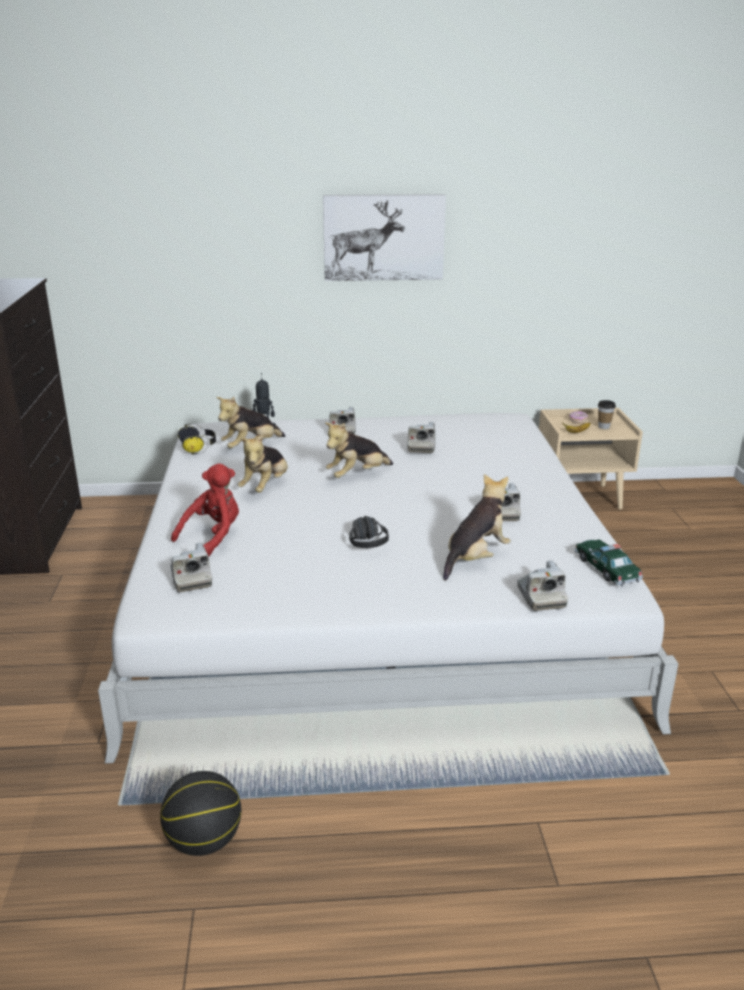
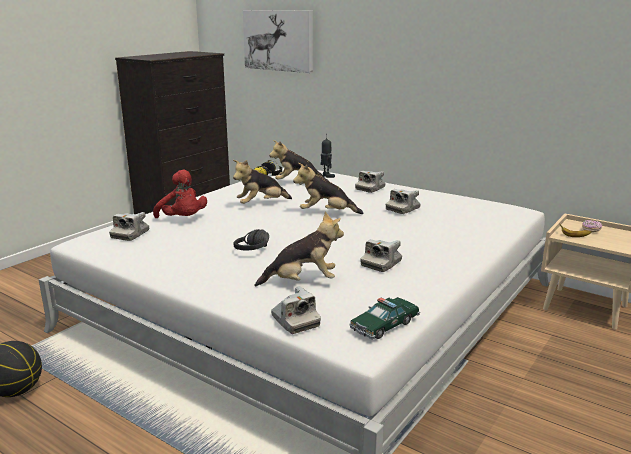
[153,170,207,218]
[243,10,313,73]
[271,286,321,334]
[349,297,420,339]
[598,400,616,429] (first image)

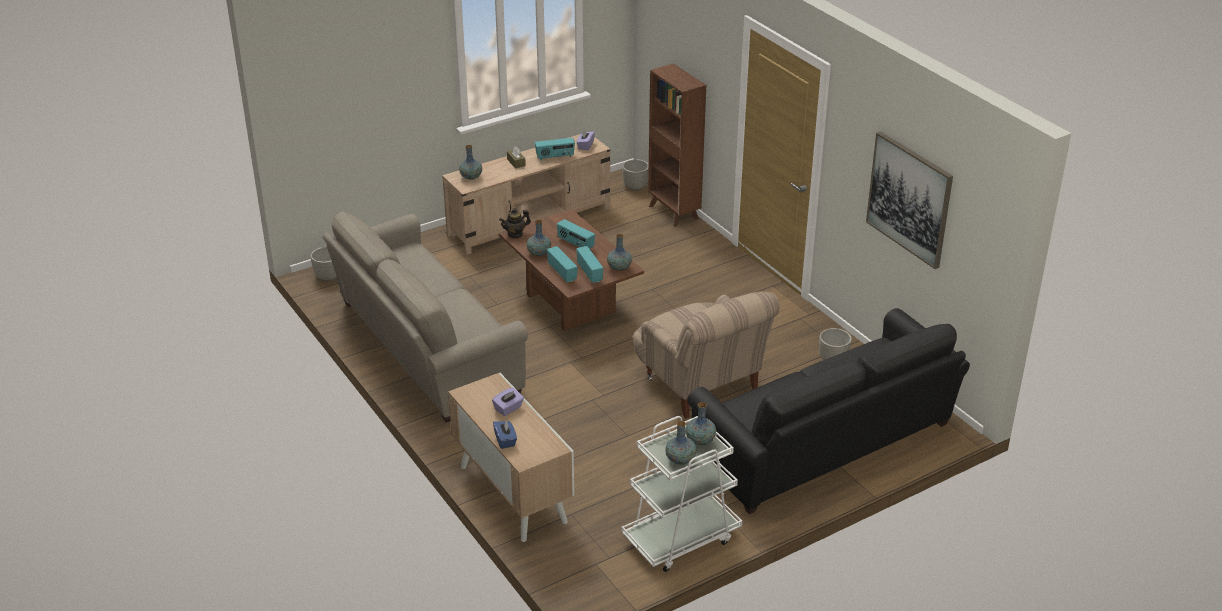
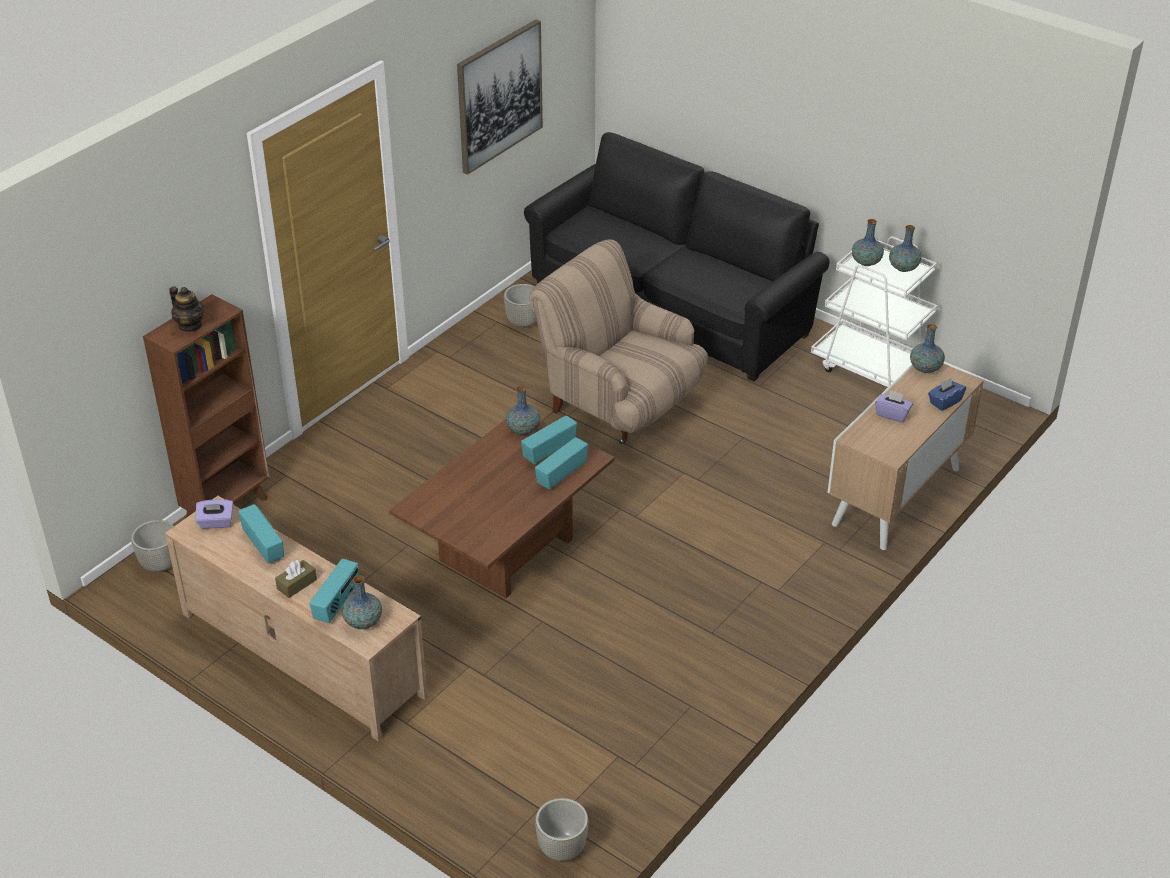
[323,212,528,422] (first image)
[169,286,204,332]
[910,324,945,373]
[309,559,359,623]
[529,239,708,444]

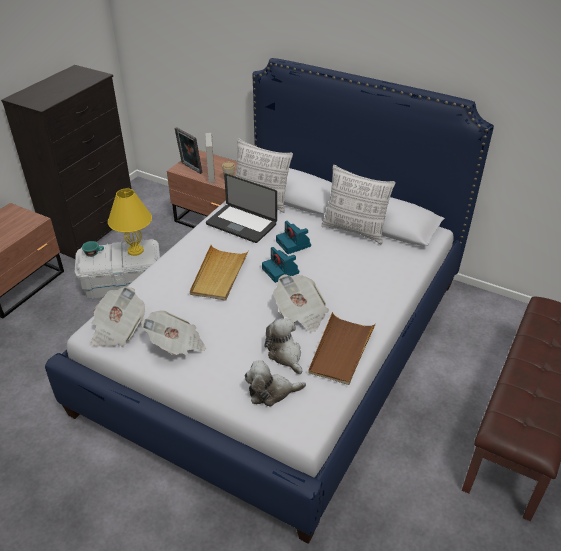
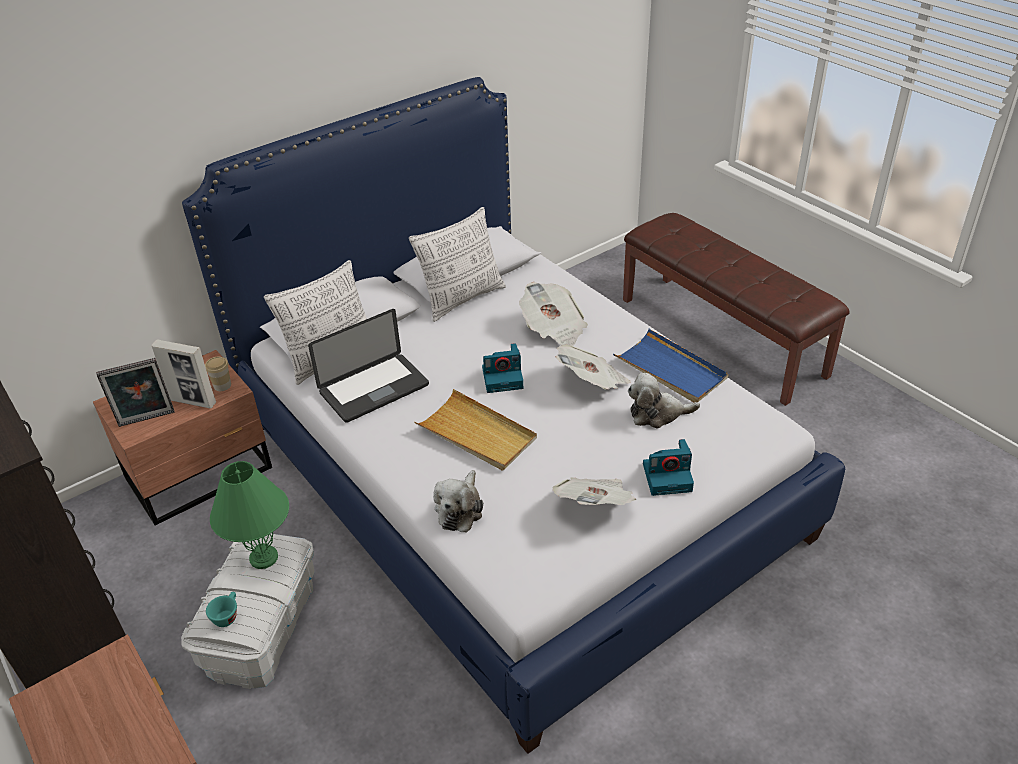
[519,282,588,346]
[210,461,289,569]
[433,470,483,533]
[643,439,694,496]
[613,329,728,402]

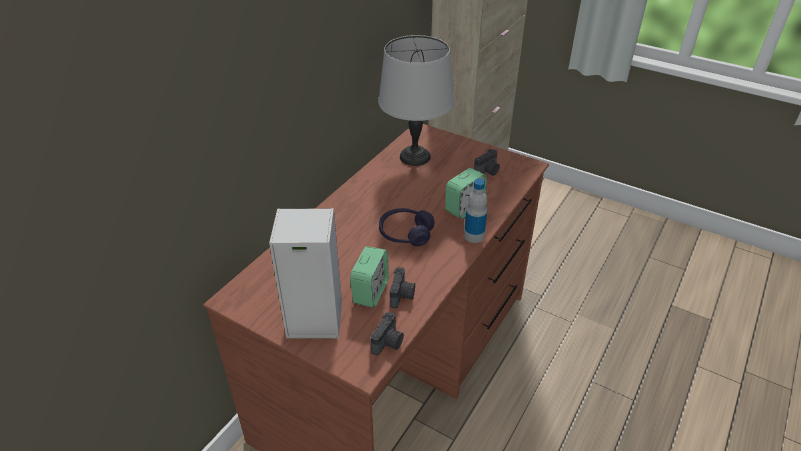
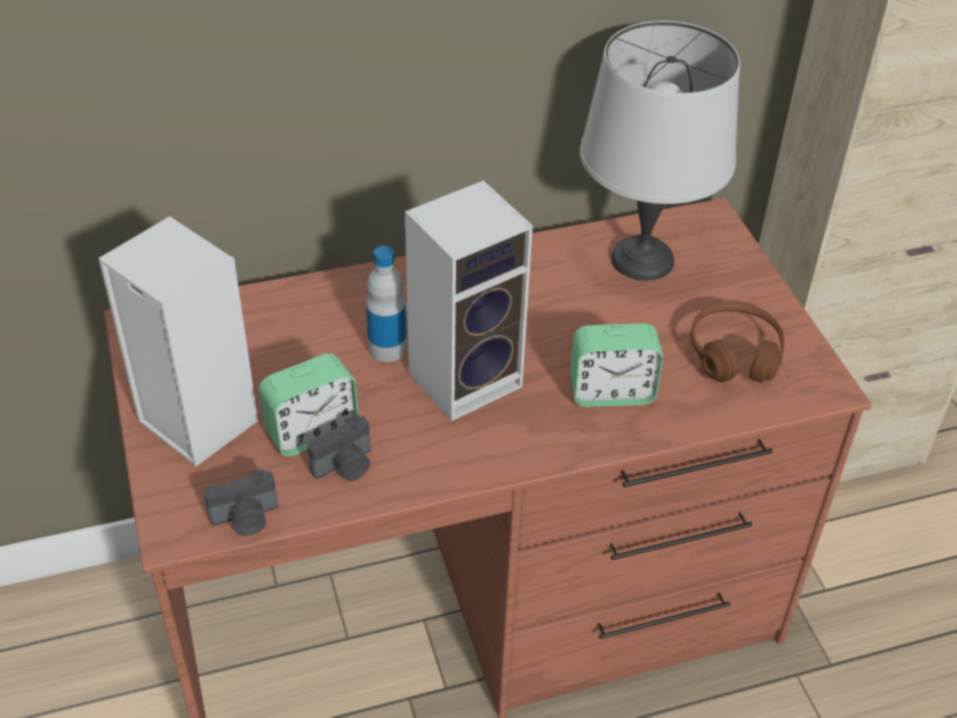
[405,180,533,421]
[366,246,407,362]
[690,300,784,383]

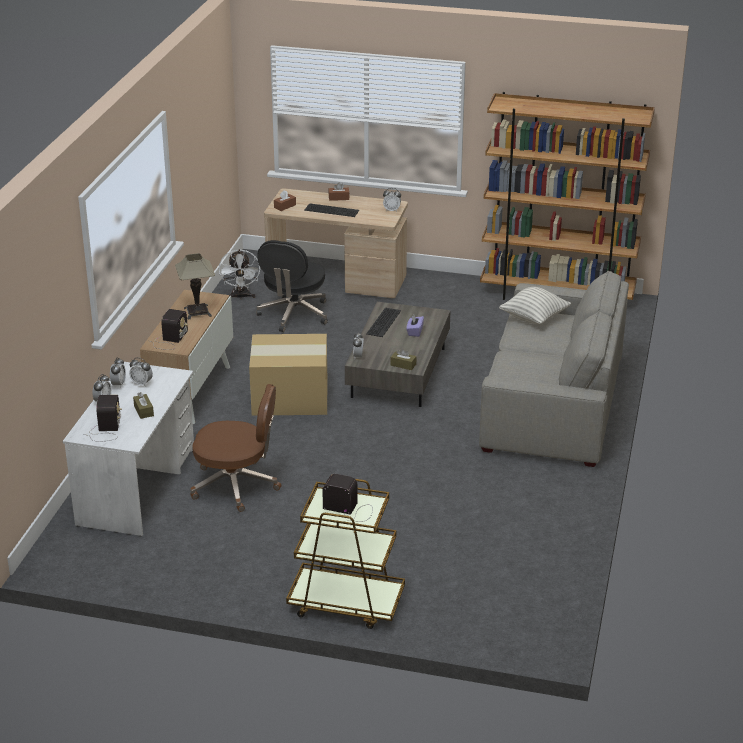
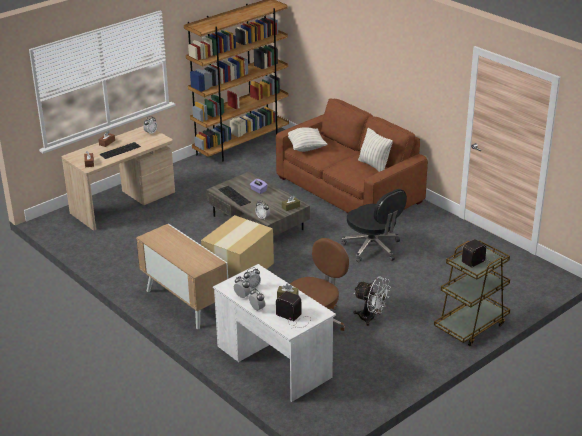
[150,309,188,350] (first image)
[175,253,215,320] (first image)
[354,276,391,326]
[341,189,407,262]
[276,99,428,213]
[358,128,393,172]

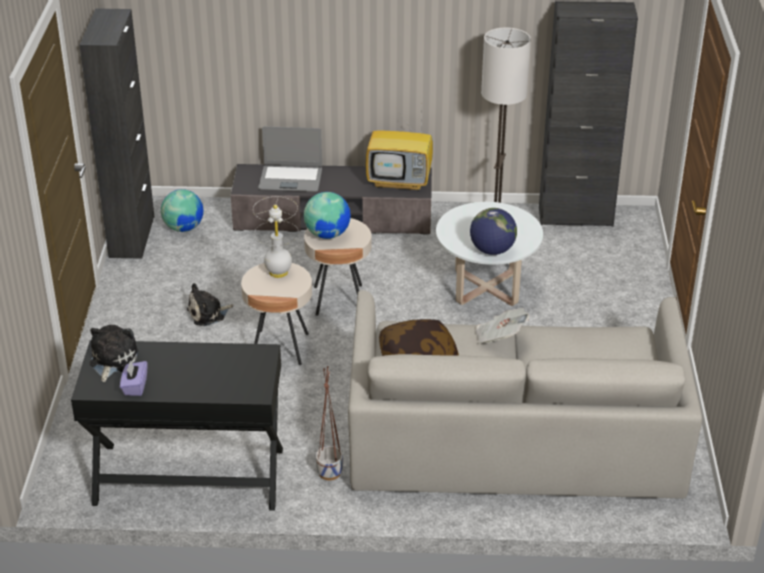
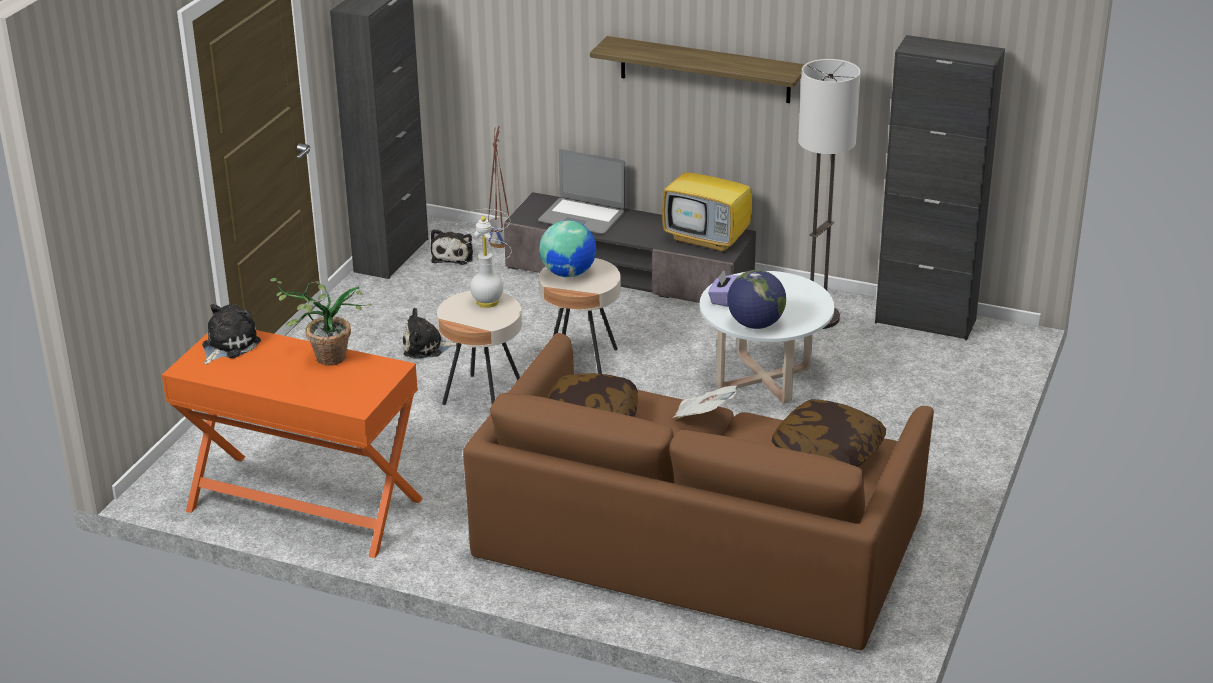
[162,330,423,558]
[708,270,740,307]
[431,229,473,265]
[488,126,509,248]
[463,333,934,650]
[270,278,372,366]
[590,36,805,103]
[772,399,886,467]

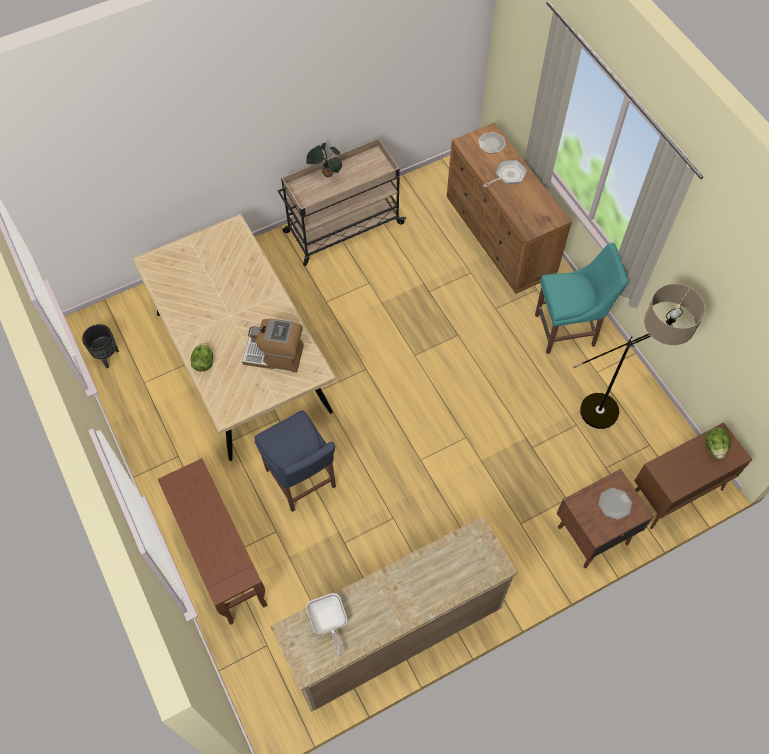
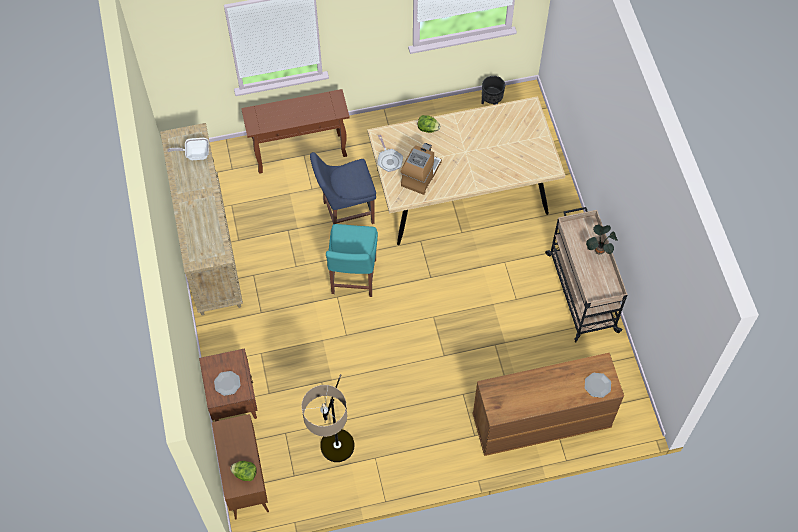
[377,135,403,172]
[326,224,378,297]

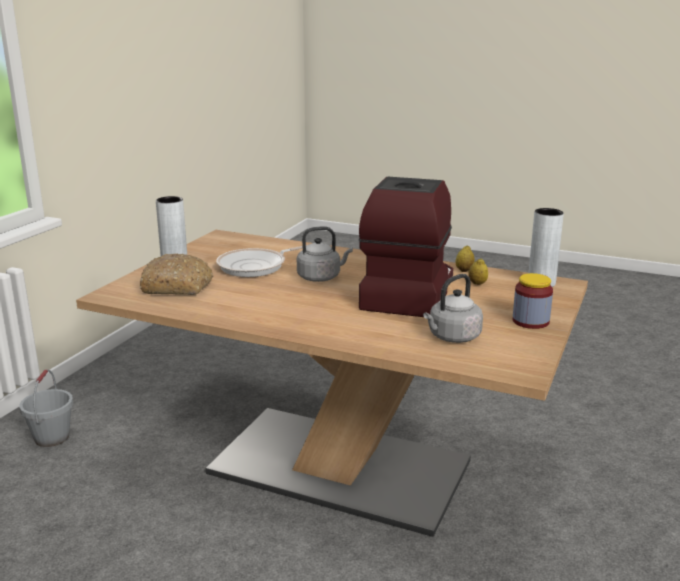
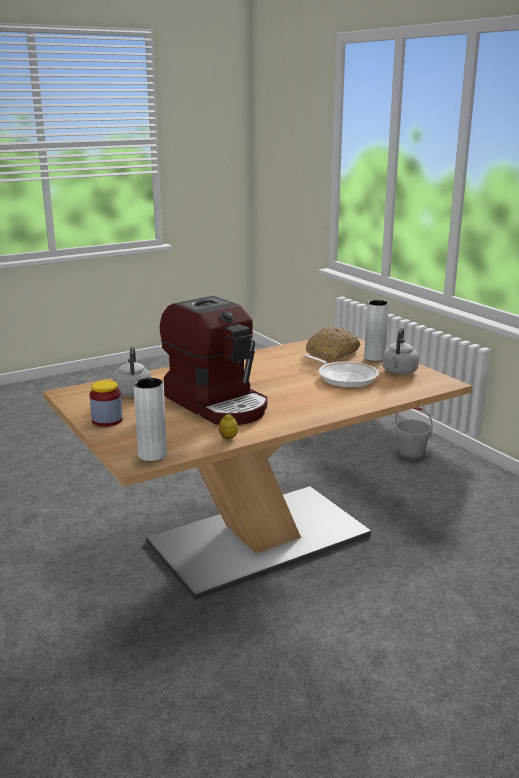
[304,355,379,387]
[382,328,419,374]
[468,258,488,285] (first image)

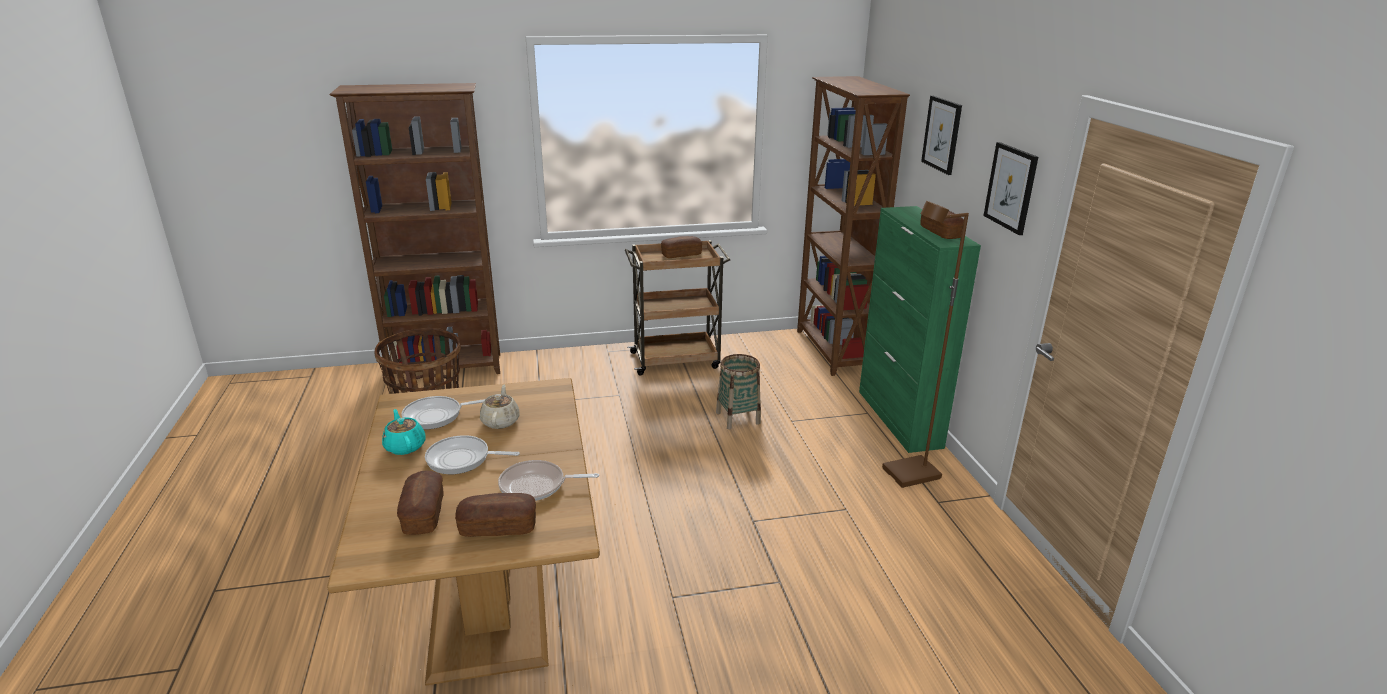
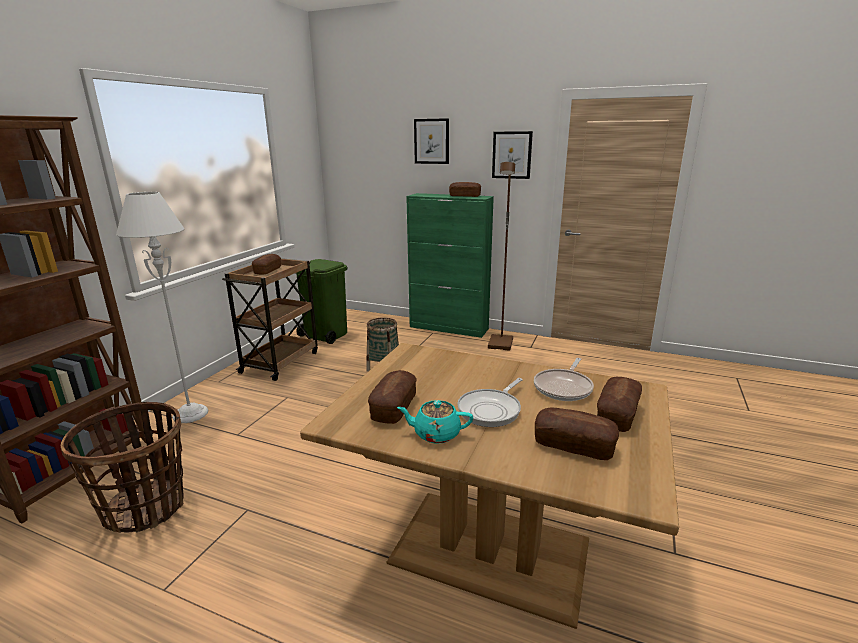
[368,370,417,424]
[480,385,520,429] (first image)
[797,76,910,376] (first image)
[116,192,208,423]
[296,259,347,344]

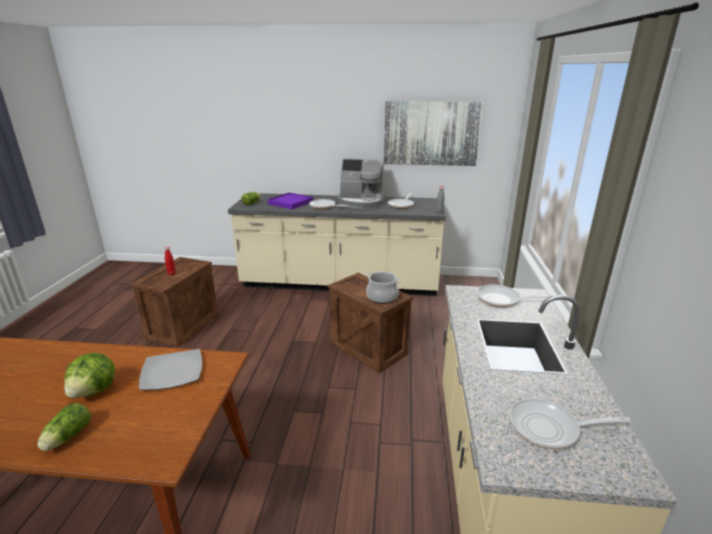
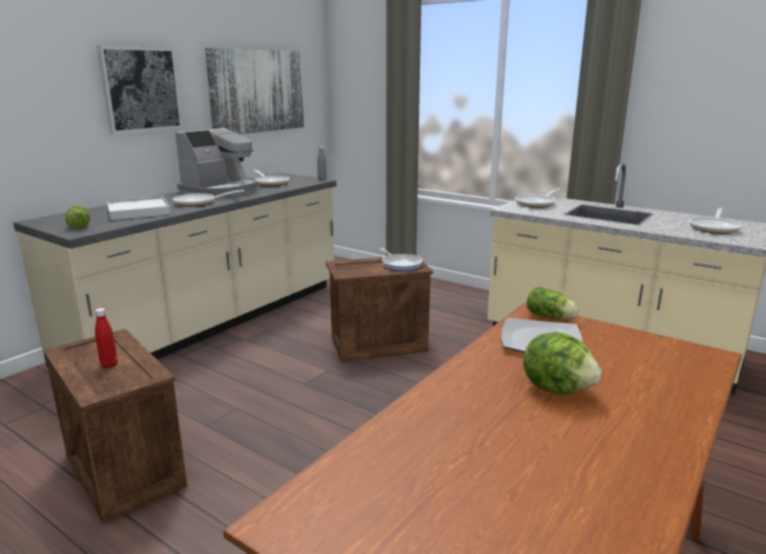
[526,287,579,320]
[107,196,170,220]
[380,248,423,271]
[97,46,183,134]

